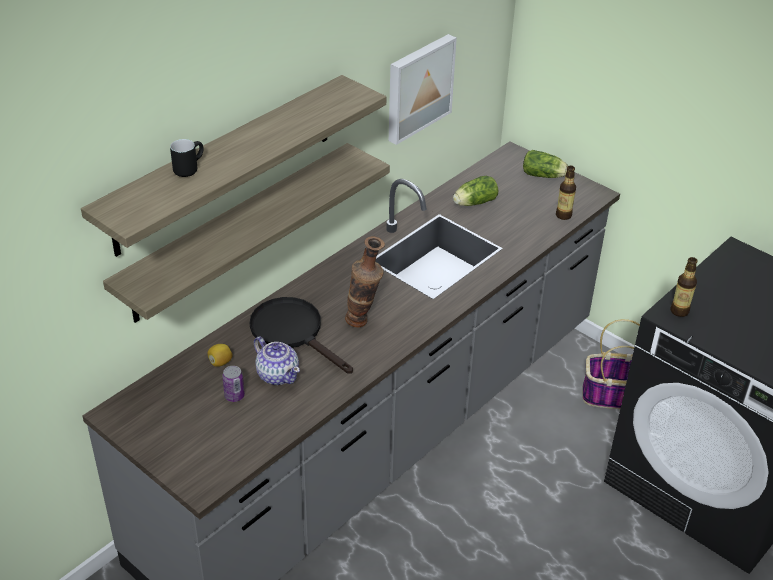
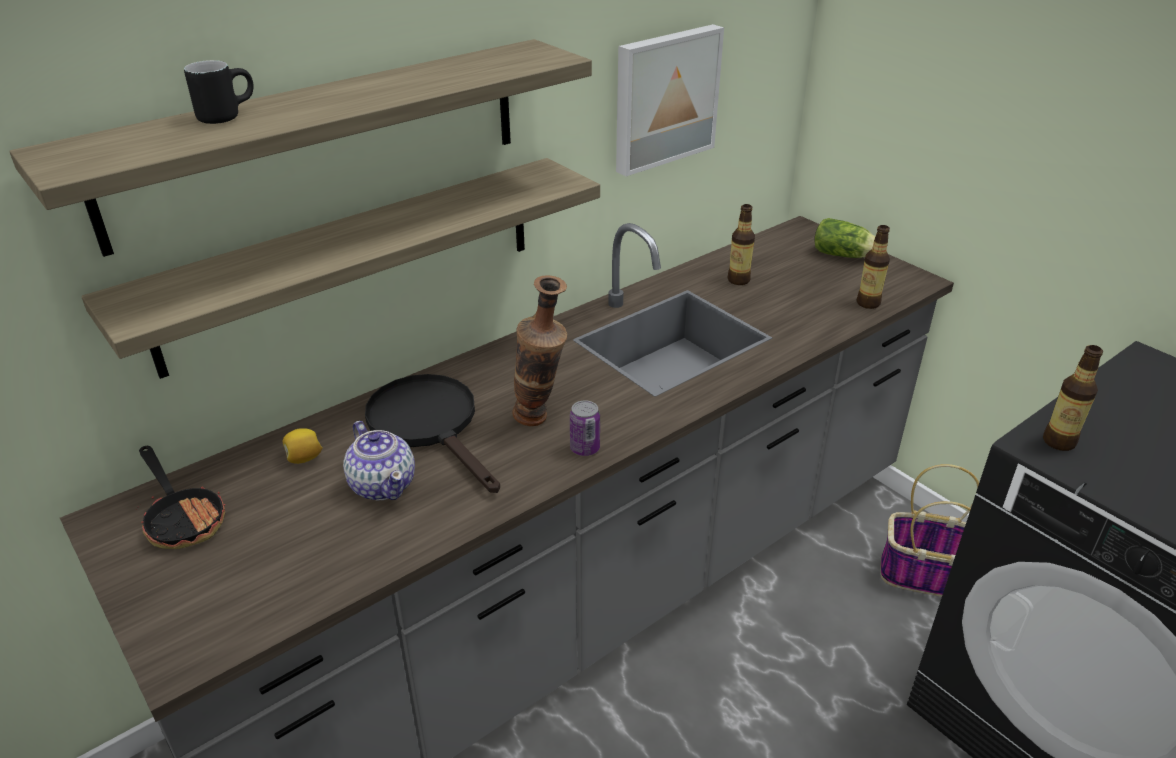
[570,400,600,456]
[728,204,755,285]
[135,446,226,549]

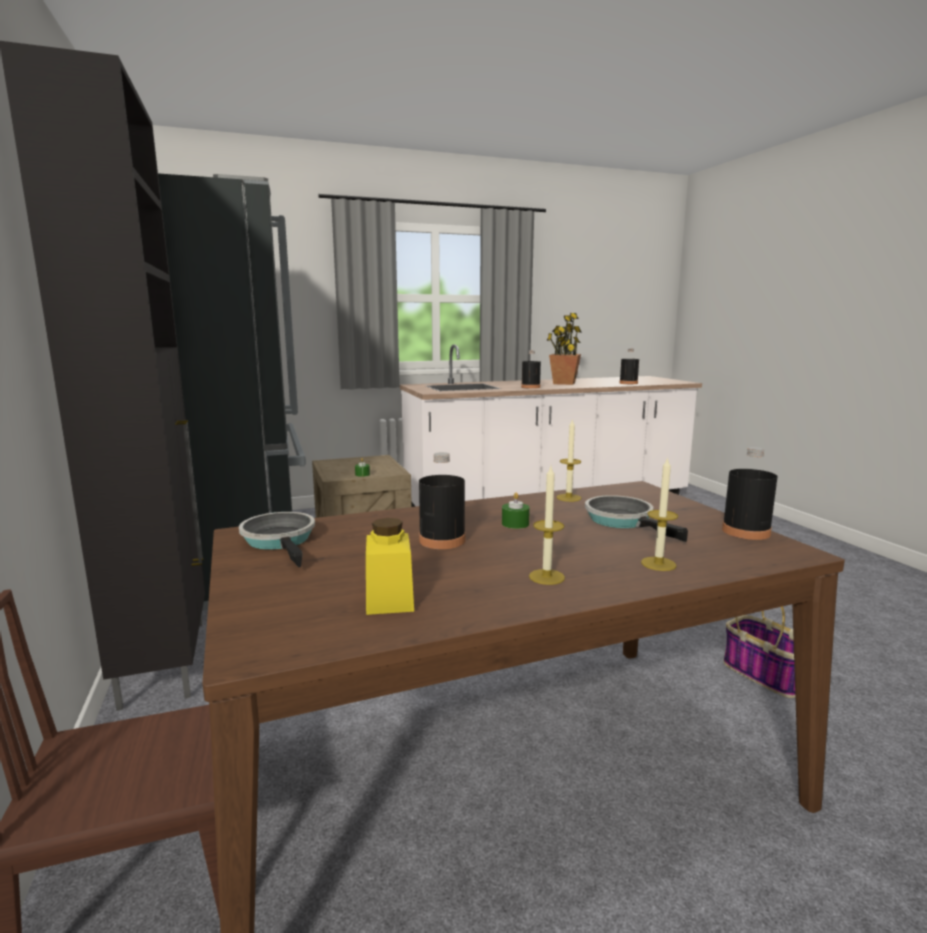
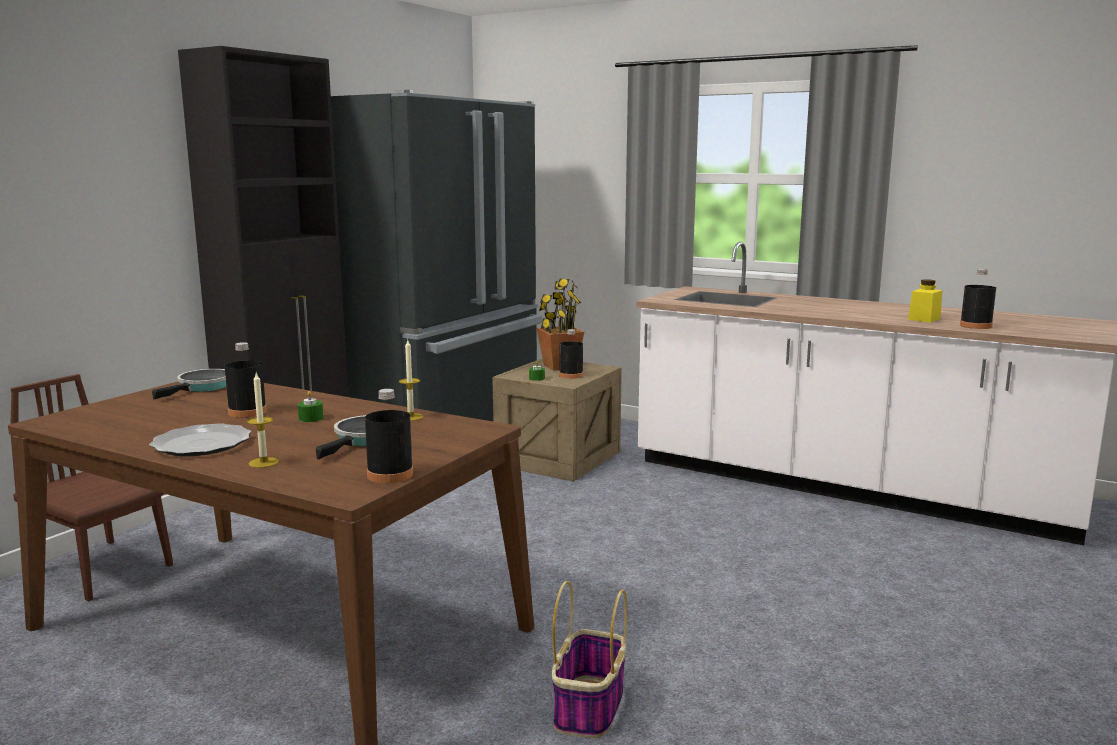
[908,279,942,323]
[559,329,583,379]
[149,423,251,456]
[537,278,584,371]

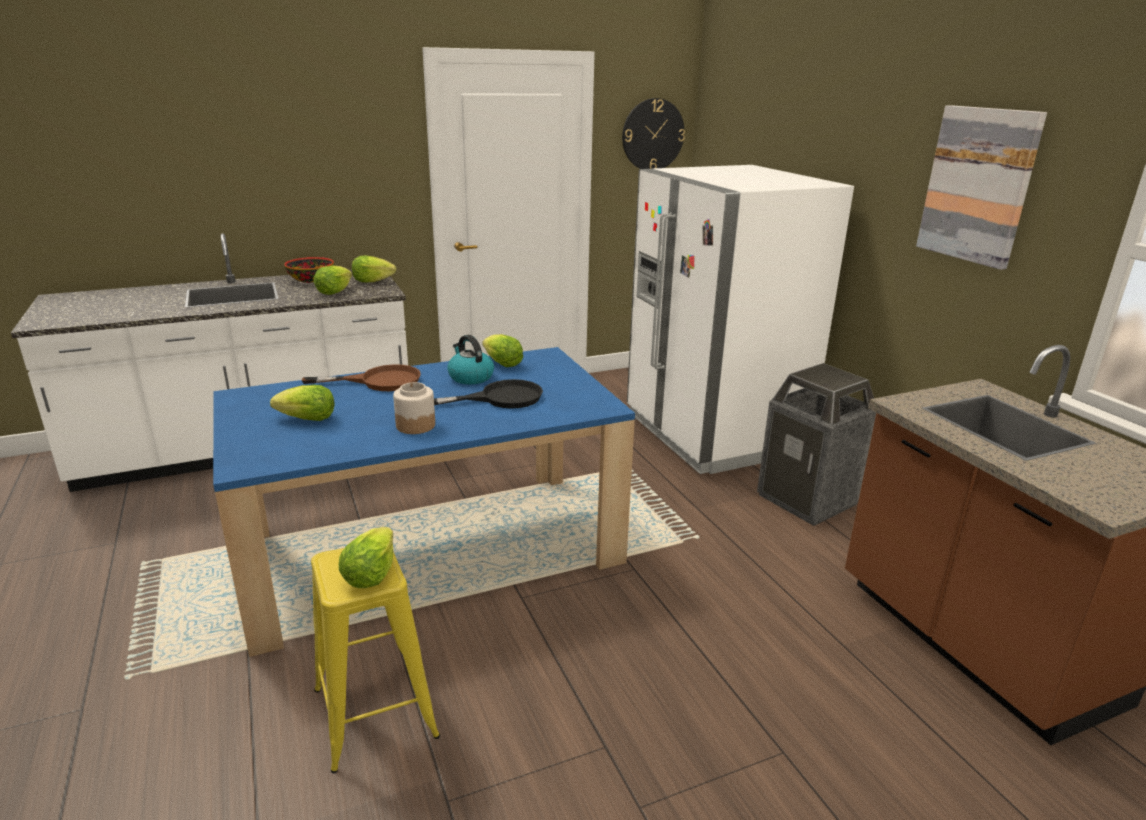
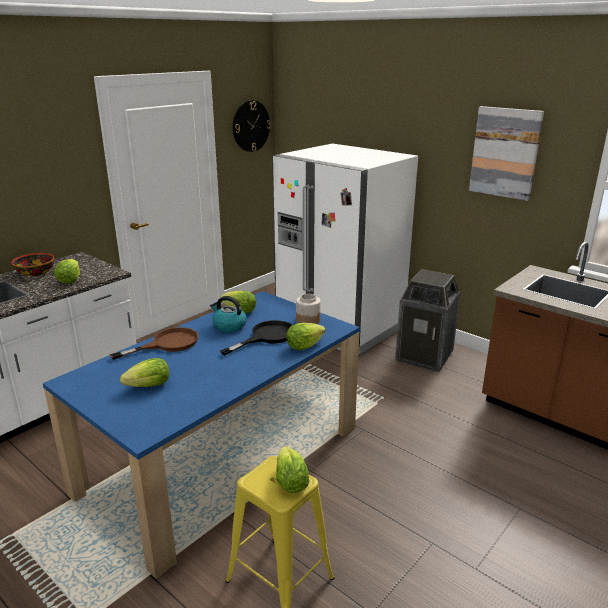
[286,323,326,350]
[296,294,321,324]

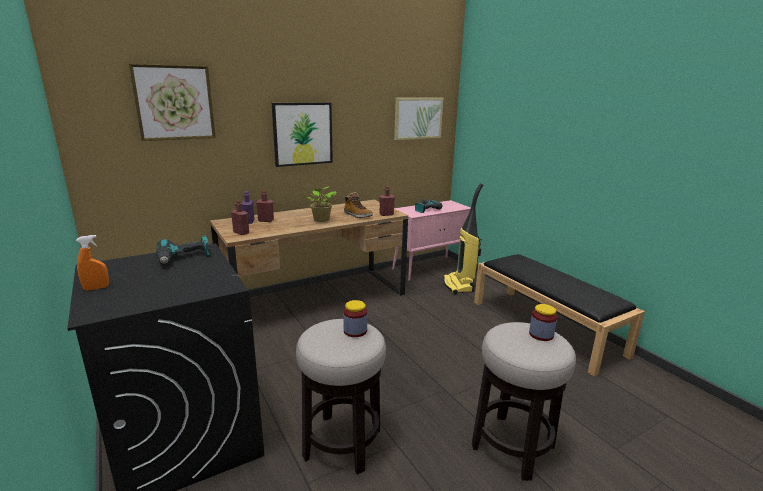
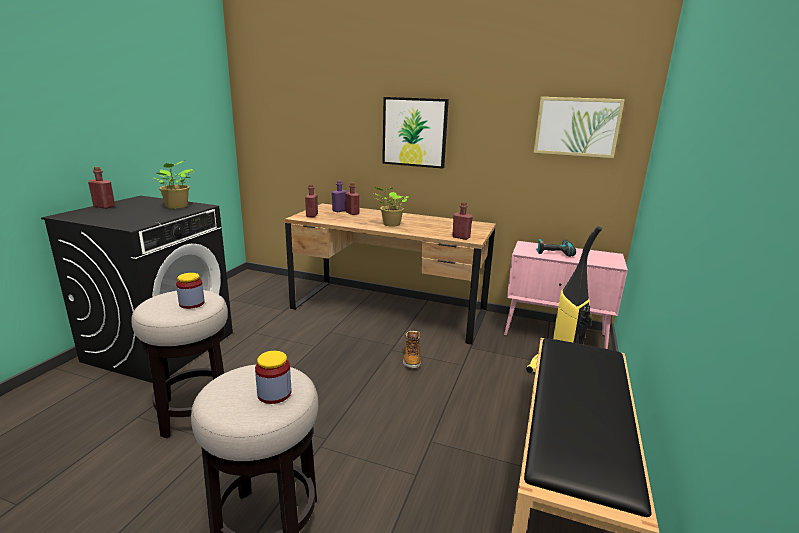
[88,167,115,209]
[129,64,216,141] (first image)
[154,161,193,209]
[403,331,421,368]

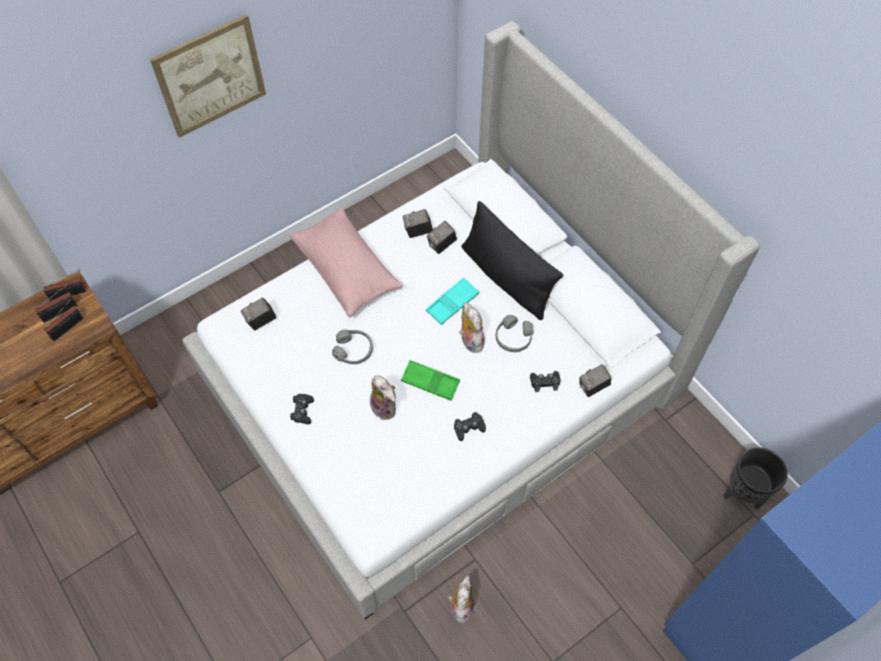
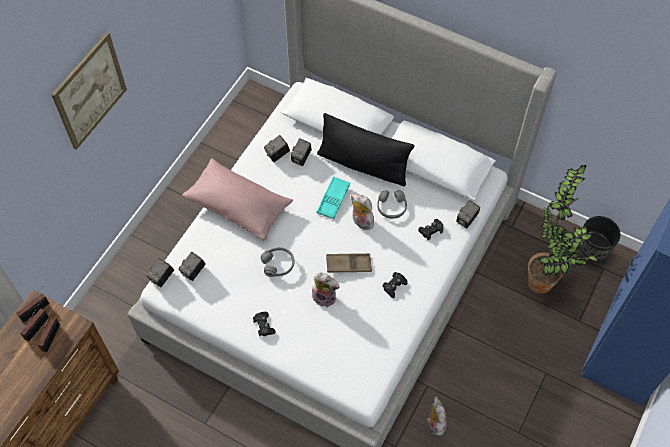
[326,253,372,273]
[146,258,174,287]
[527,165,599,294]

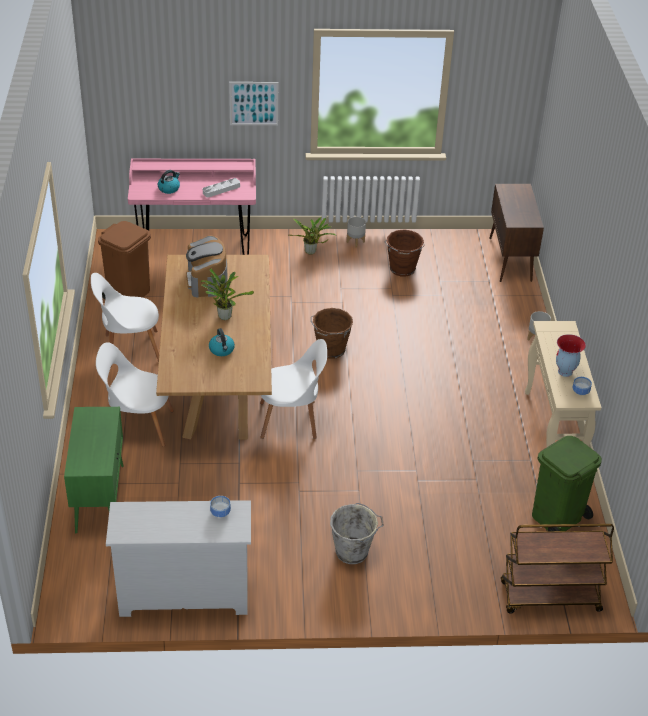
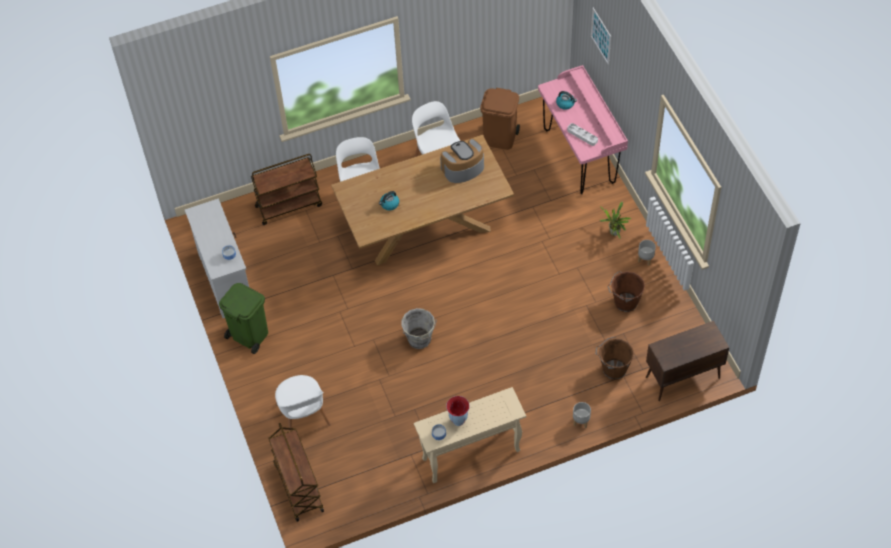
[251,154,322,225]
[200,268,254,320] (first image)
[591,8,611,65]
[275,375,331,431]
[595,337,634,380]
[401,308,436,349]
[219,283,268,354]

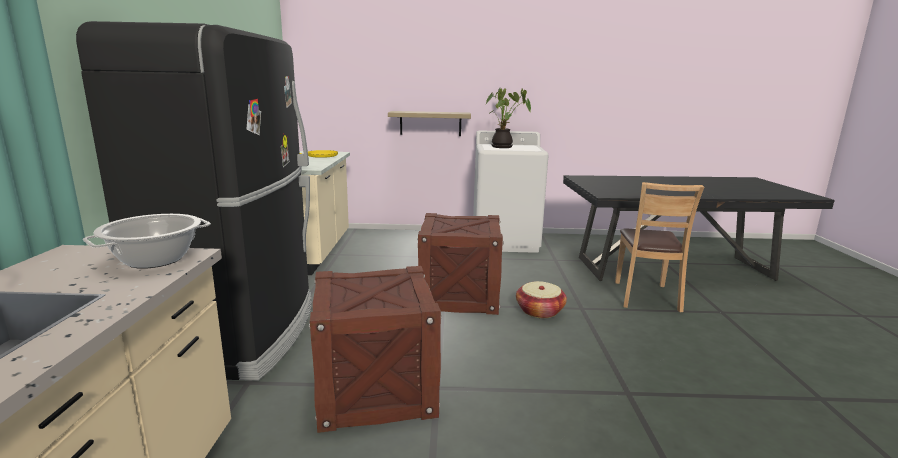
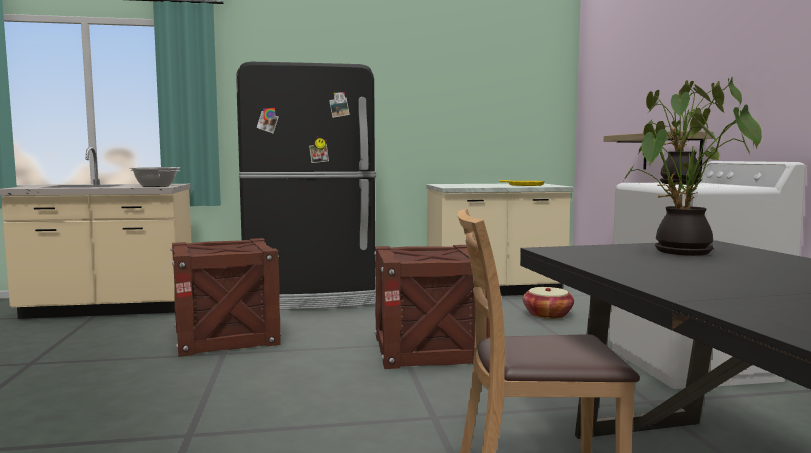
[523,287,574,319]
[624,105,762,256]

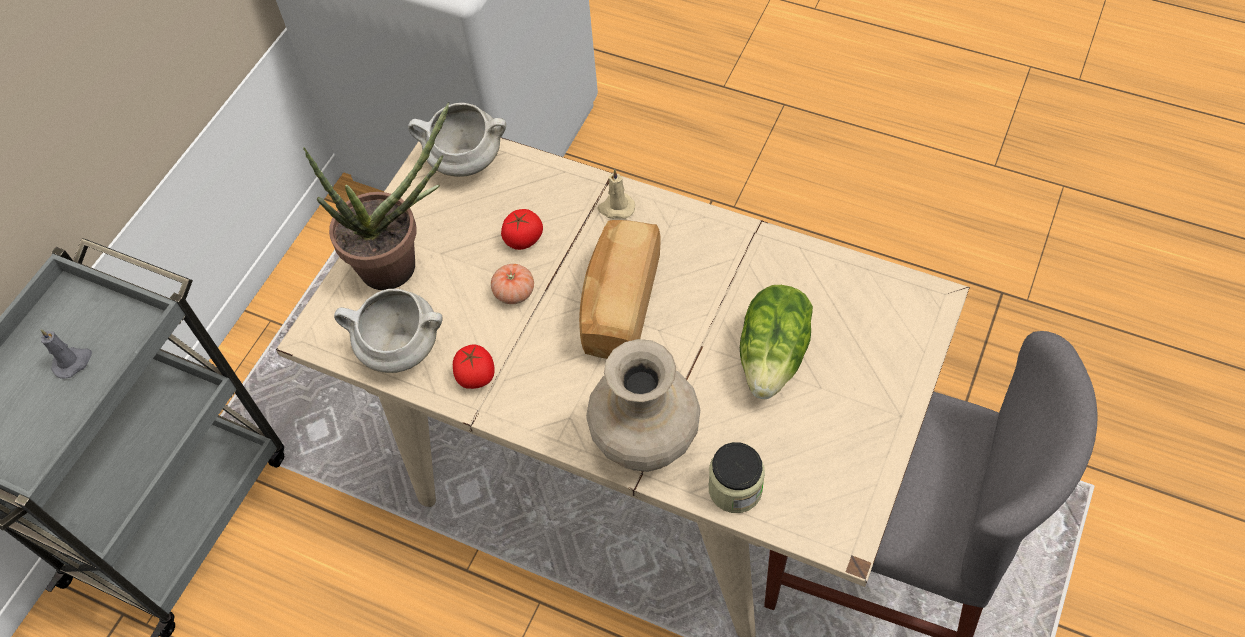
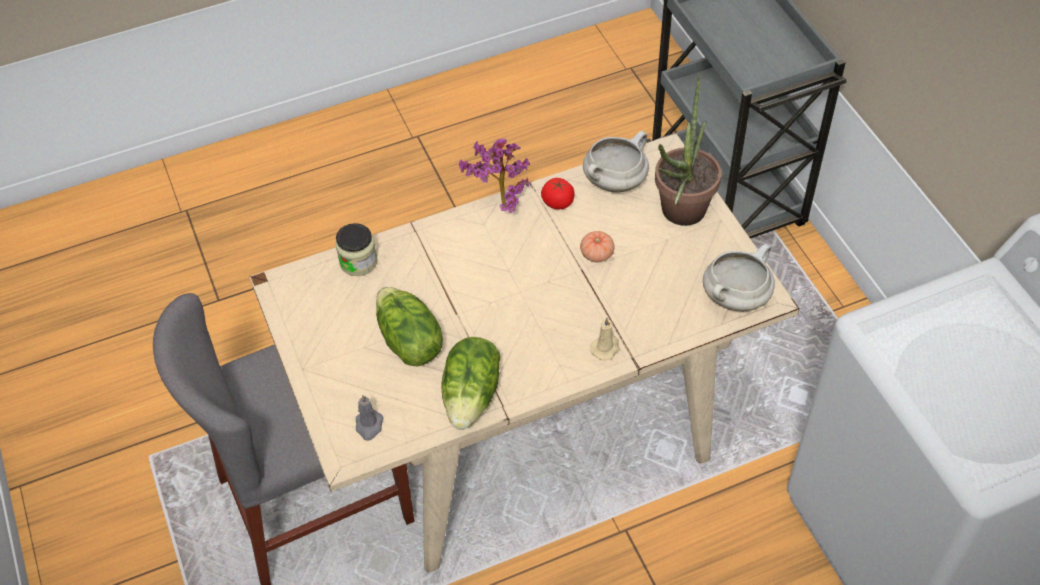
[356,395,384,441]
[501,209,543,250] (first image)
[579,220,661,359] (first image)
[586,339,700,472] (first image)
[442,337,500,430]
[459,138,530,213]

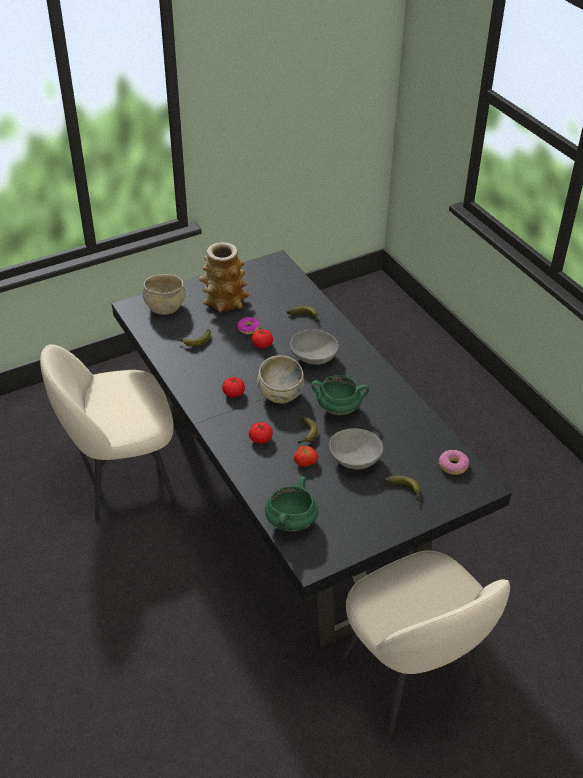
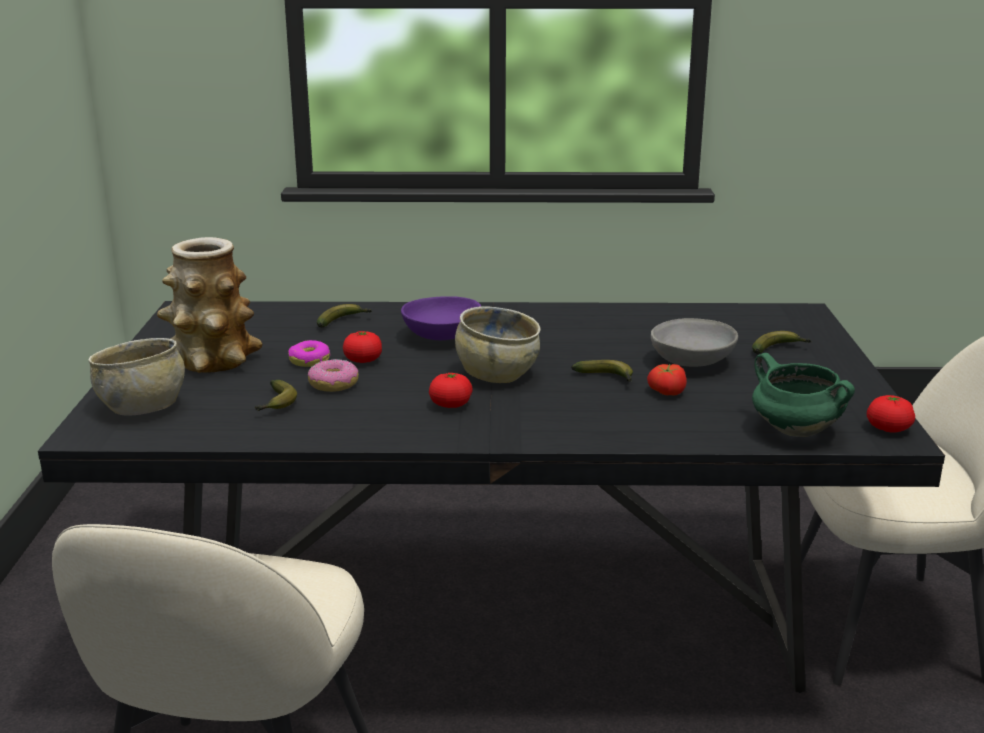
[867,395,915,432]
[401,296,481,340]
[311,375,369,415] (first image)
[308,359,359,392]

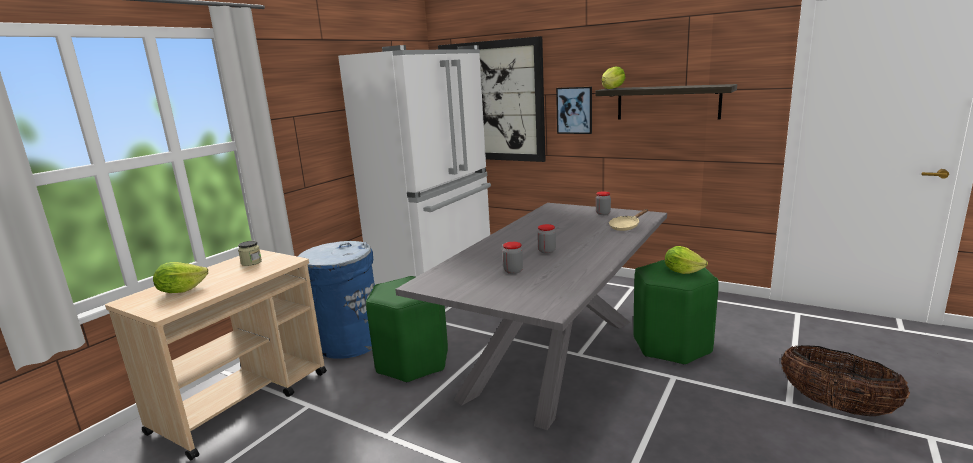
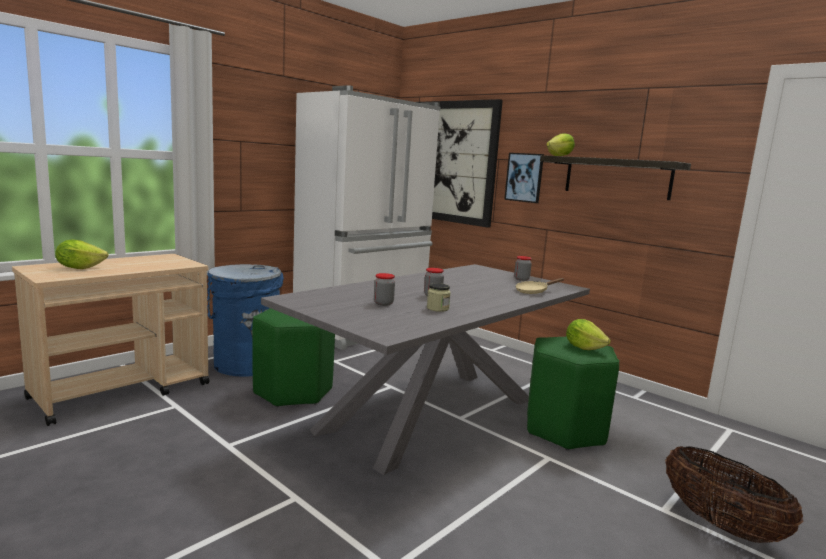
[427,283,451,312]

